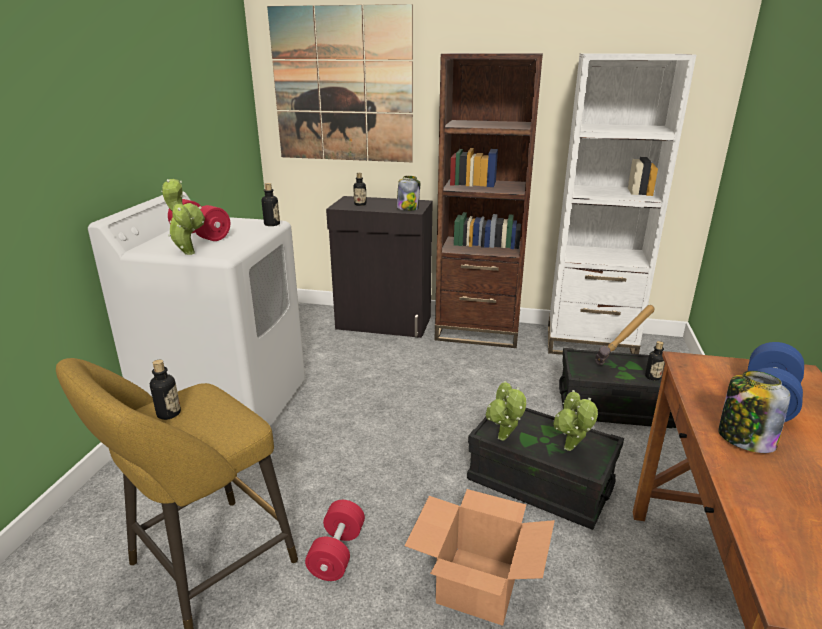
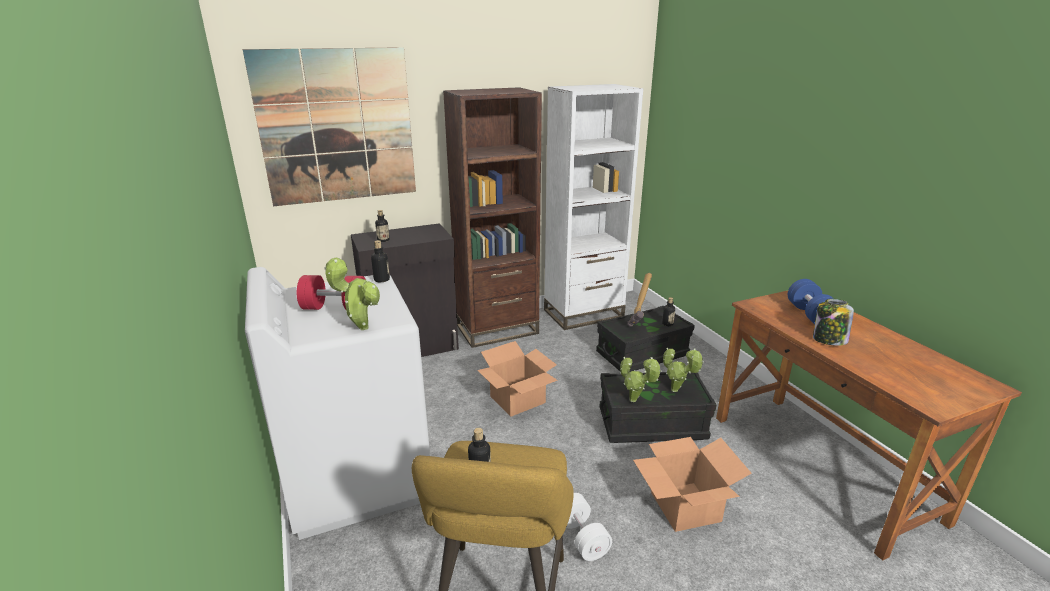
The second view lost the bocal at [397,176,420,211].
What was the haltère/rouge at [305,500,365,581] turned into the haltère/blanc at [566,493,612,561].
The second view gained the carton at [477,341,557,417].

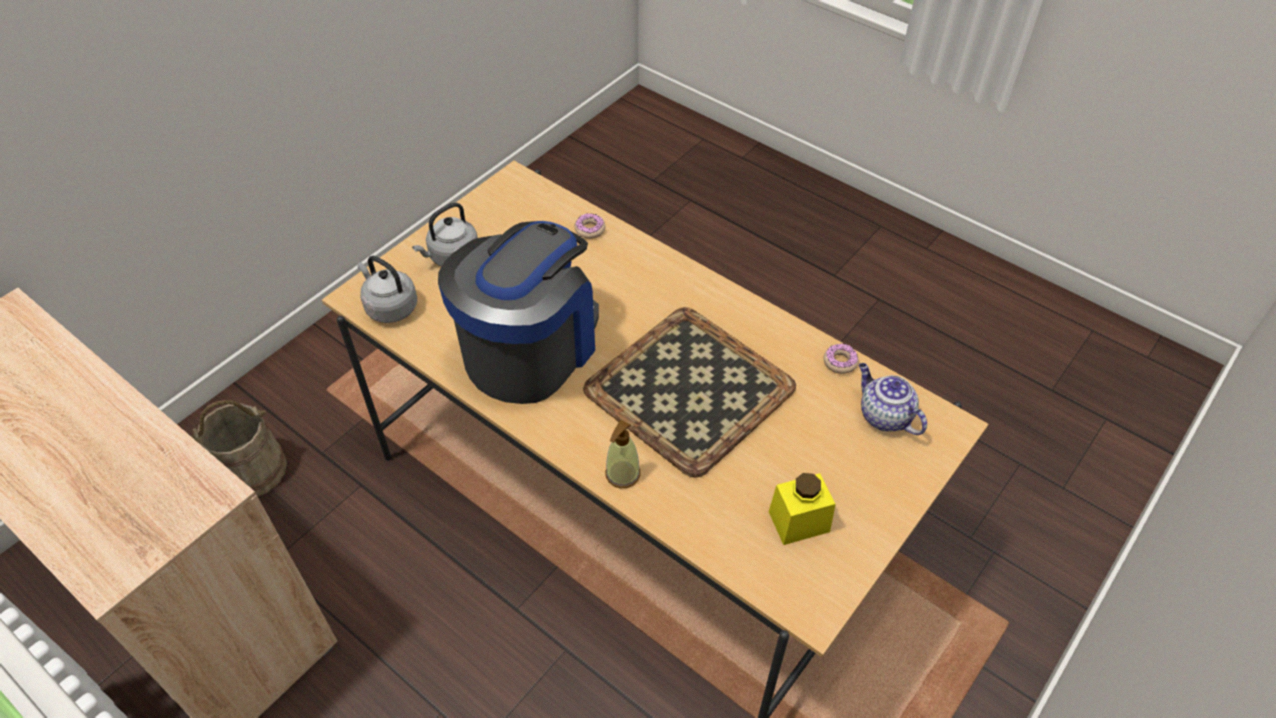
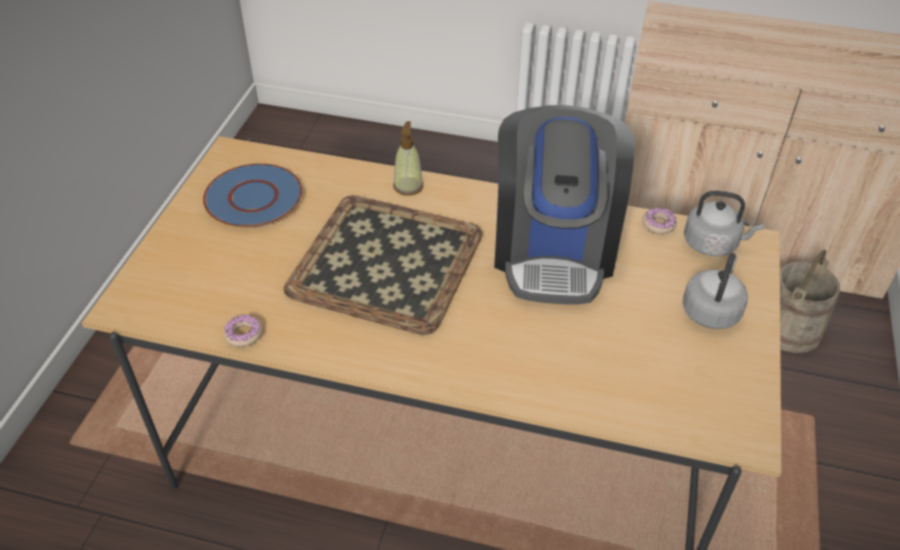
The beignet ended up elsewhere, having gone from [575,213,605,239] to [642,208,677,234].
The second view lost the théière at [859,363,927,435].
Where the bocal/jaune stood at [769,473,835,545], the assiette/bleu came to stand at [203,163,303,228].

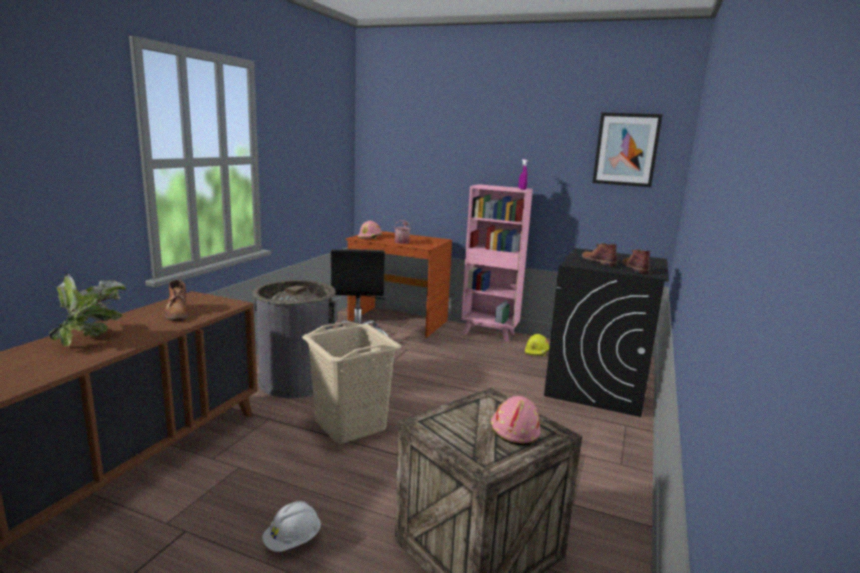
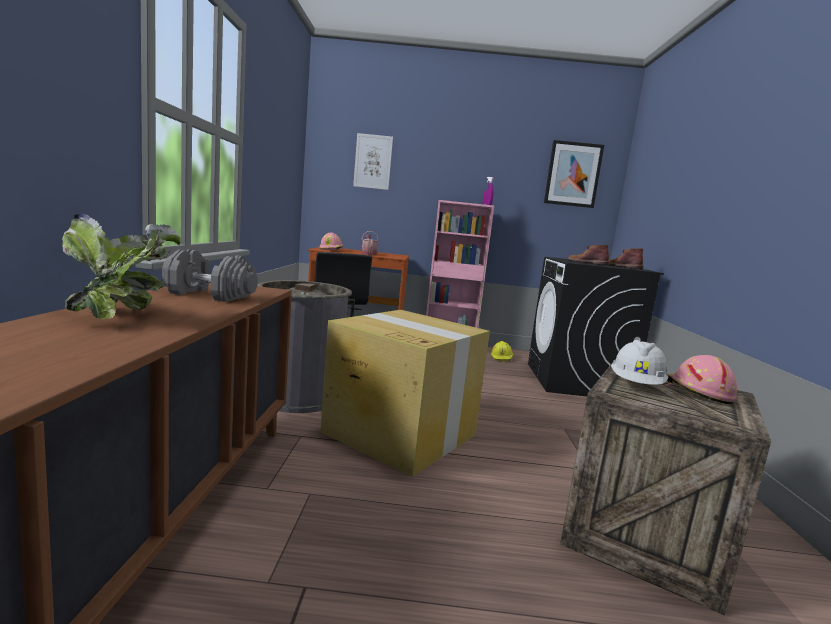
Where the botte/marron stood at [164,280,188,321], the haltère/gris came to stand at [162,249,258,302].
Where the panier à linge/beige stood at [302,321,402,444], the carton came to stand at [320,310,490,477].
The casque de chantier/blanc ended up elsewhere, having gone from [262,501,321,552] to [611,340,669,385].
The second view gained the tableau at [353,133,393,190].

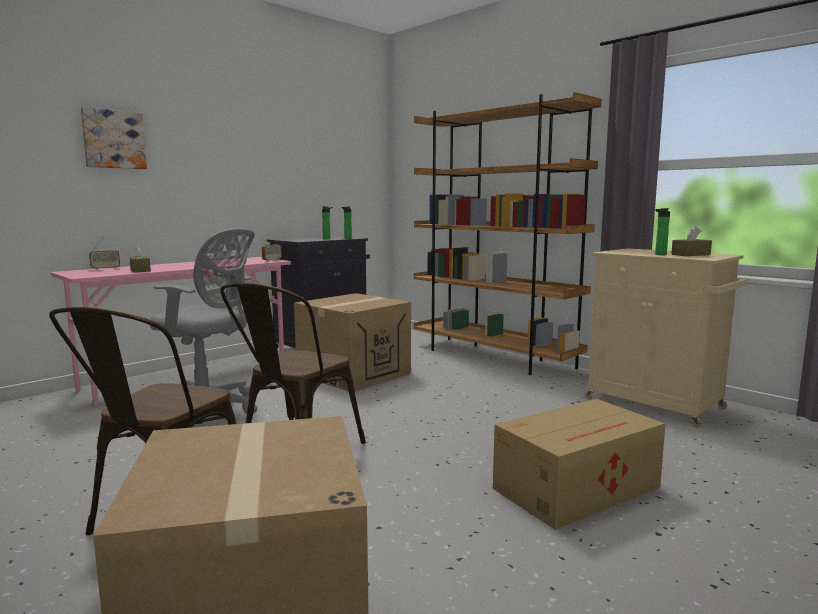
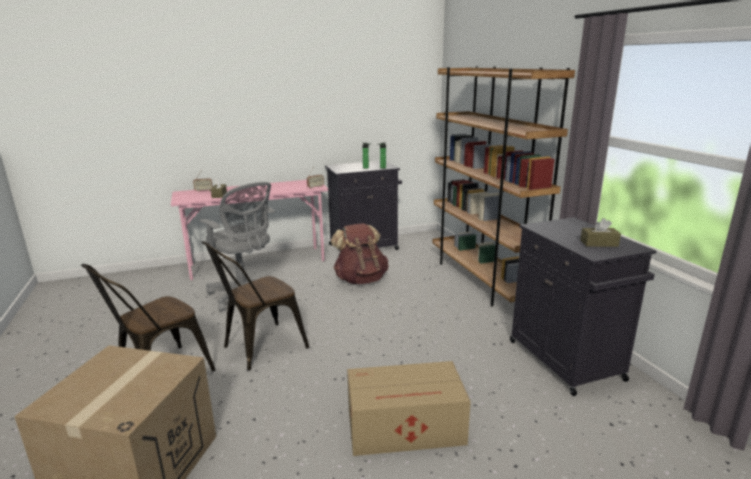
The second view lost the tableau at [81,107,147,169].
The second view lost the bouteille at [655,208,670,255].
What was the meuble de rangement/beige at [585,248,746,428] turned into the meuble de rangement/noir at [510,217,656,396].
Where the carton stood at [294,293,411,392], the sac à dos/marron came to stand at [331,223,388,284].

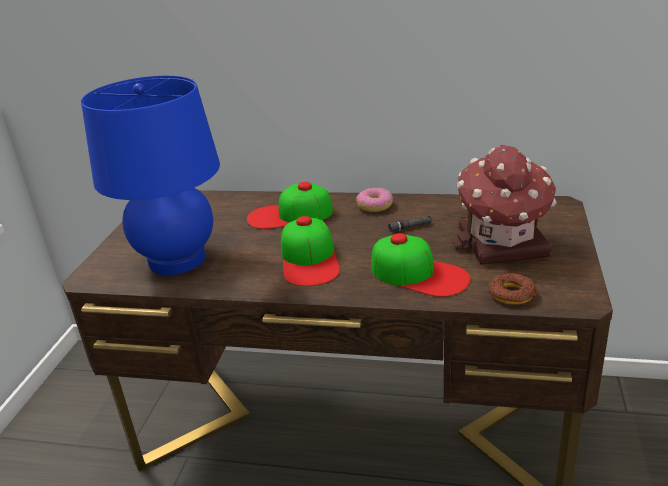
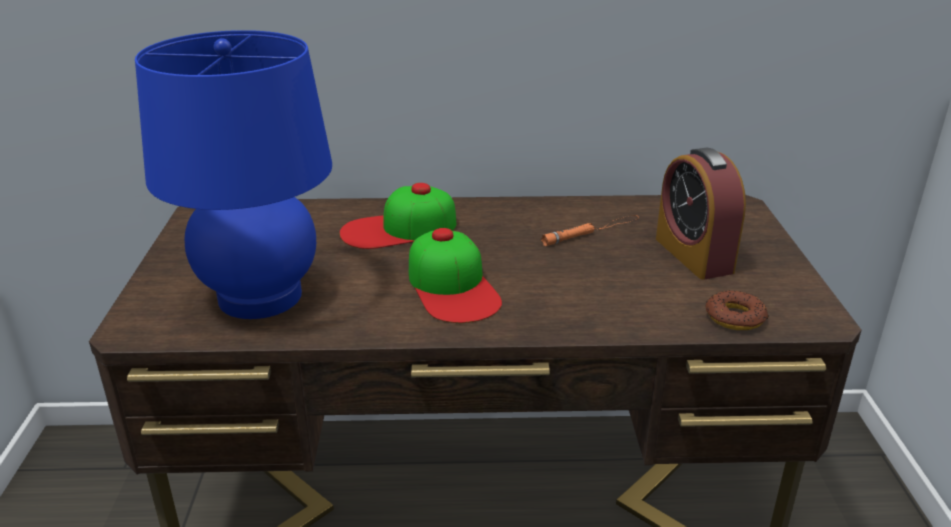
Where the maison miniature stood at [452,145,557,265], the réveil came to stand at [656,148,746,280].
The second view lost the beignet at [356,188,393,212].
What was the lampe de poche/noir at [388,213,465,232] turned into the lampe de poche/orange at [541,215,639,246].
The second view lost the casquette at [371,233,470,297].

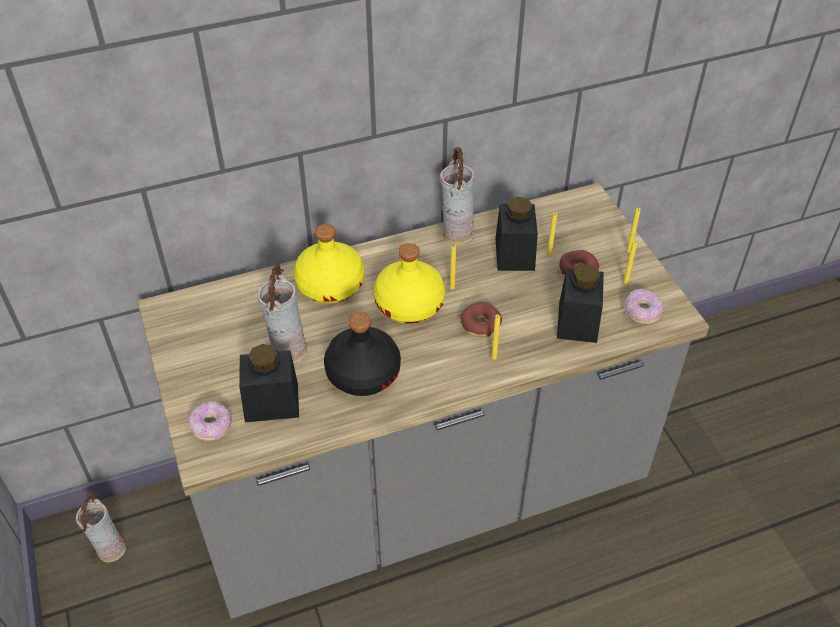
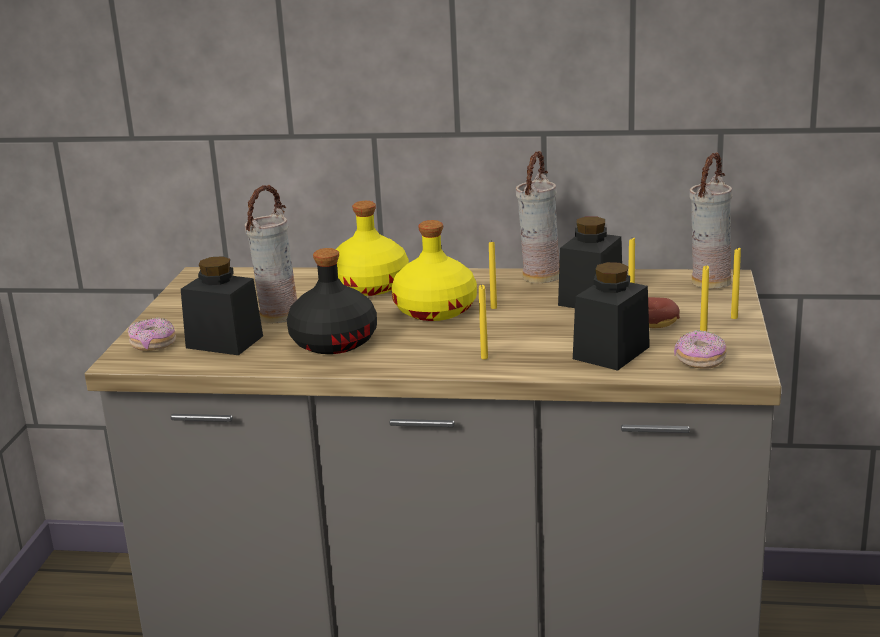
The second view lost the beignet at [460,302,502,337].
The vase ended up elsewhere, having gone from [76,492,126,562] to [689,153,732,289].

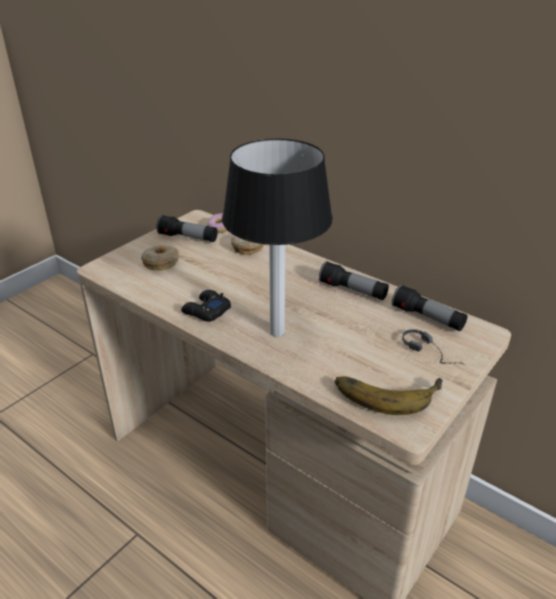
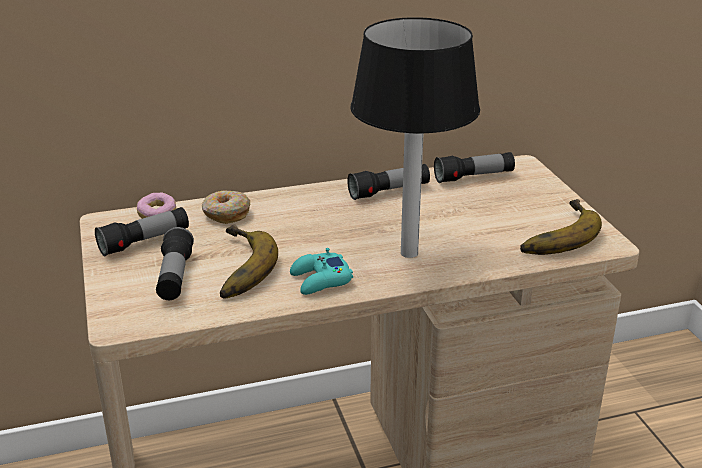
Where the beignet stood at [141,245,179,270], the lampe de poche came to stand at [156,227,194,300].
What was the manette/noir at [181,290,231,322] turned into the manette/turquoise at [290,248,353,295].
The second view lost the casque audio at [402,329,465,365].
The second view gained the banane at [220,225,278,299].

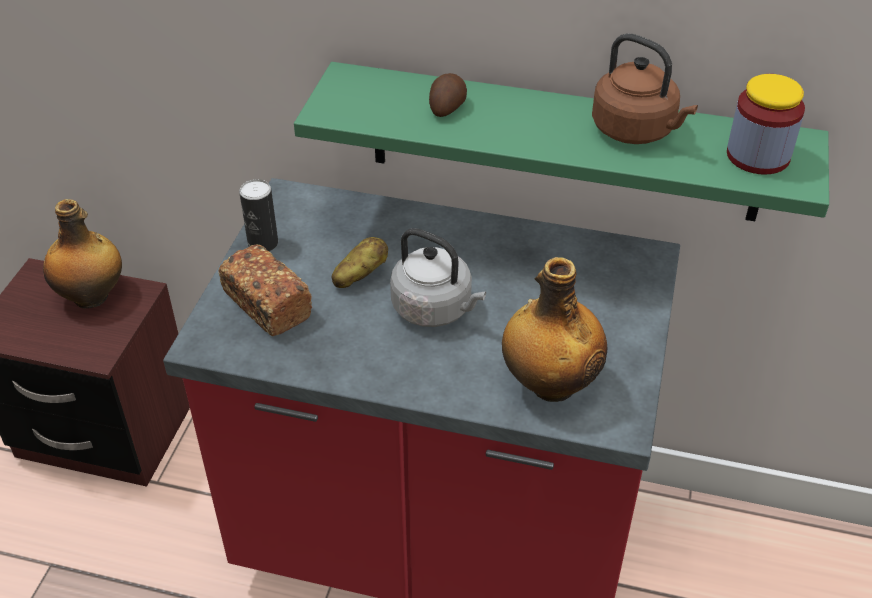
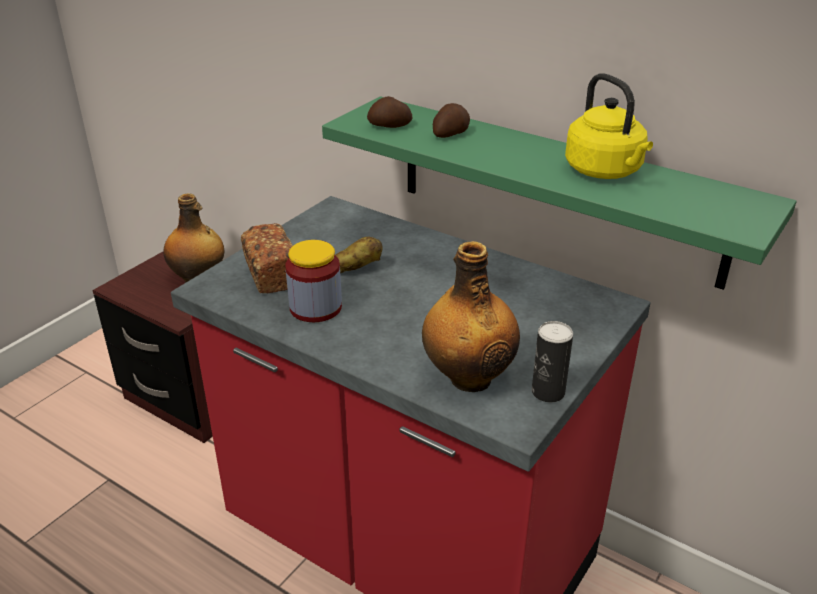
What was the bouilloire/marron at [592,33,698,144] turned into the bouilloire/jaune at [565,73,653,179].
The bocal ended up elsewhere, having gone from [727,74,805,175] to [285,240,342,322].
The boîte métallique ended up elsewhere, having gone from [239,179,278,251] to [532,321,573,402].
The second view lost the bouilloire/gris at [390,228,486,327].
The second view gained the pomme de terre at [367,96,412,128].

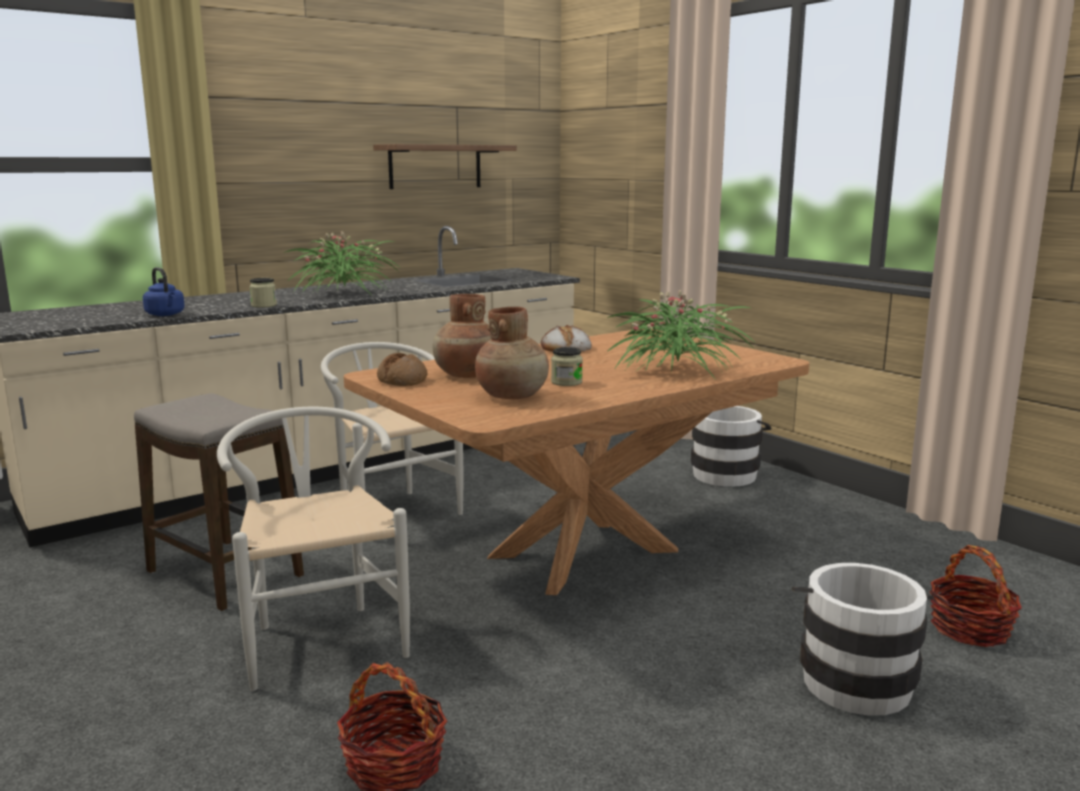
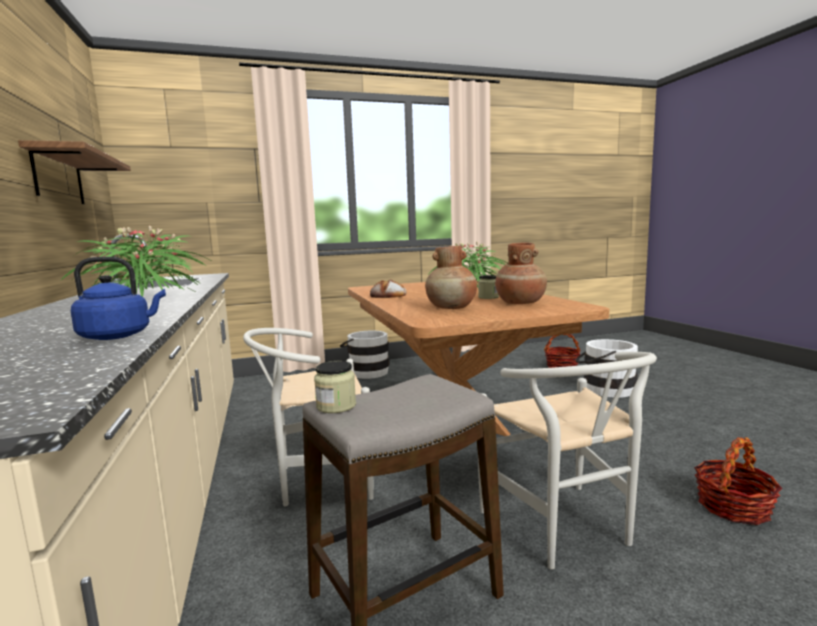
The bocal ended up elsewhere, having gone from [249,278,277,308] to [314,361,356,413].
The second view lost the pain at [377,353,428,386].
The chaise/blanc at [217,407,410,691] ended up facing another way, 105 degrees counterclockwise from before.

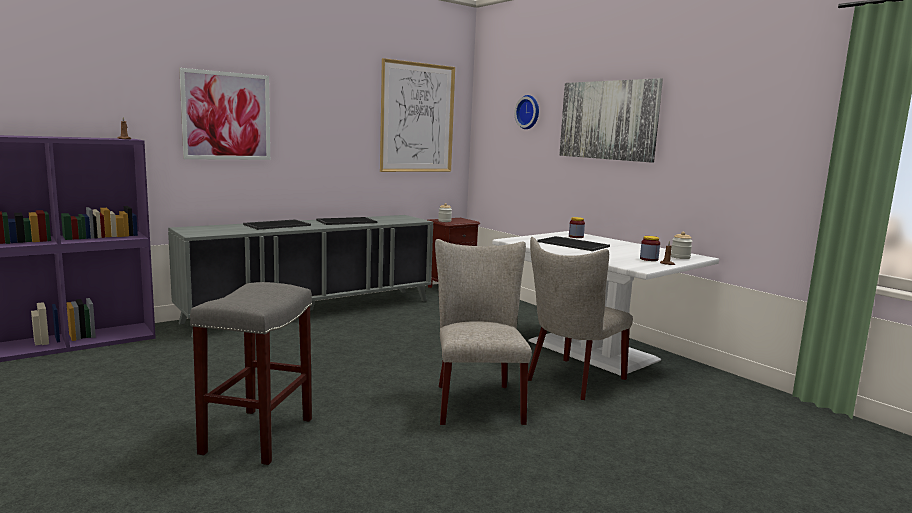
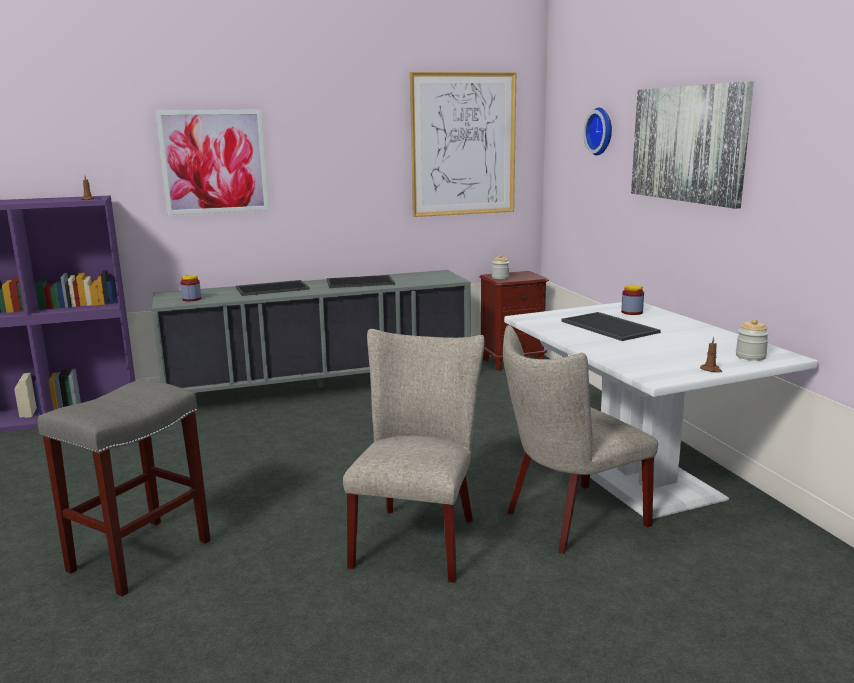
The bocal ended up elsewhere, having gone from [640,236,660,261] to [180,275,201,301].

